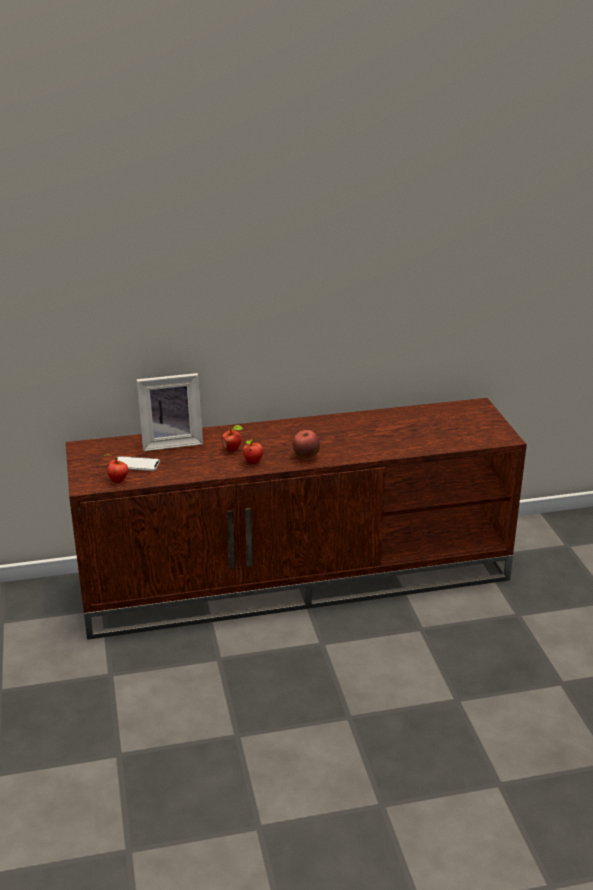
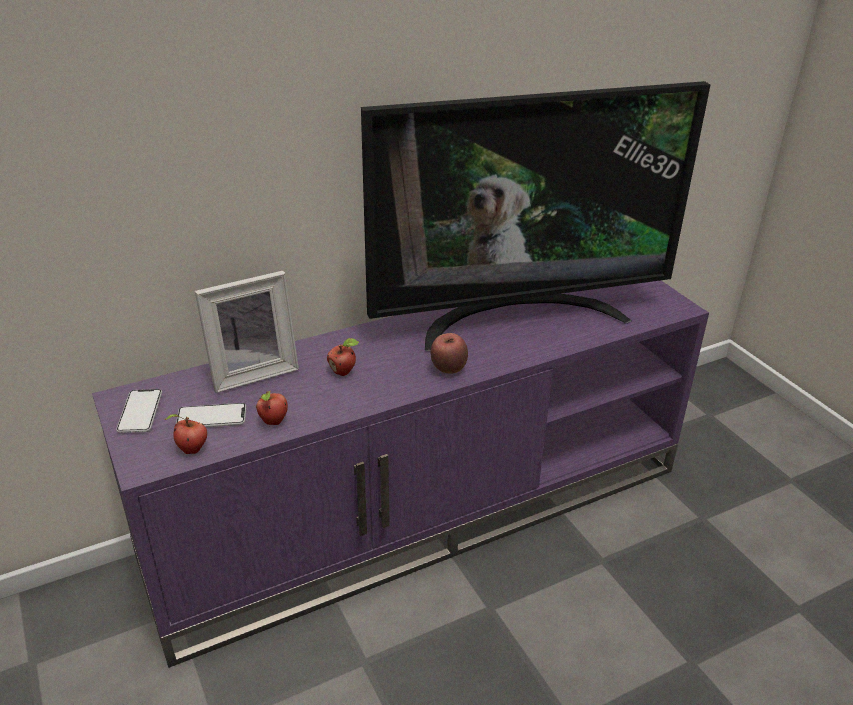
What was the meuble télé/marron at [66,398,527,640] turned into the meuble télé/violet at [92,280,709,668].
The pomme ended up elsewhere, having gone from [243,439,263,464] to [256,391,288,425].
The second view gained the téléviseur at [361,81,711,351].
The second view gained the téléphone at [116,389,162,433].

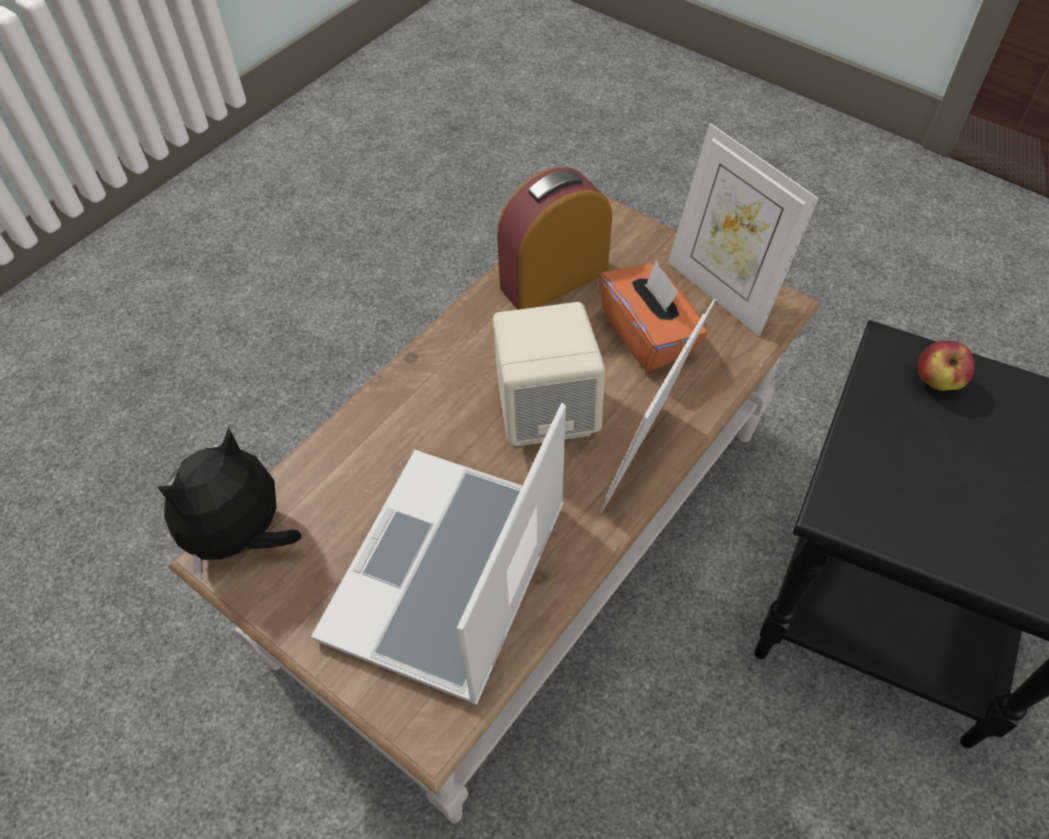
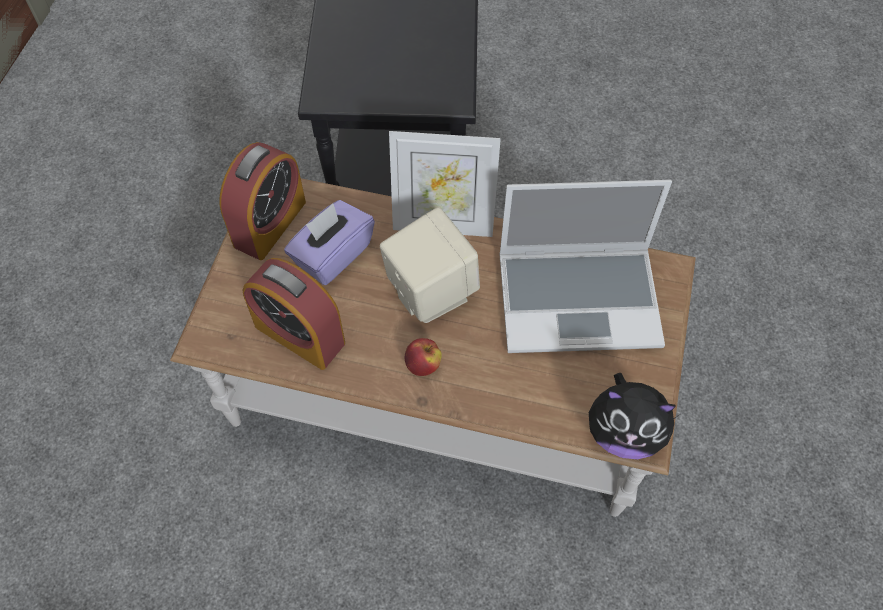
Where the cadre photo stood at [668,123,819,336], the réveil came to stand at [219,142,306,260].
What was the boîte à mouchoirs/orange at [599,260,708,372] turned into the boîte à mouchoirs/violet at [284,200,375,285].
The pomme ended up elsewhere, having gone from [918,341,975,391] to [405,338,442,376].

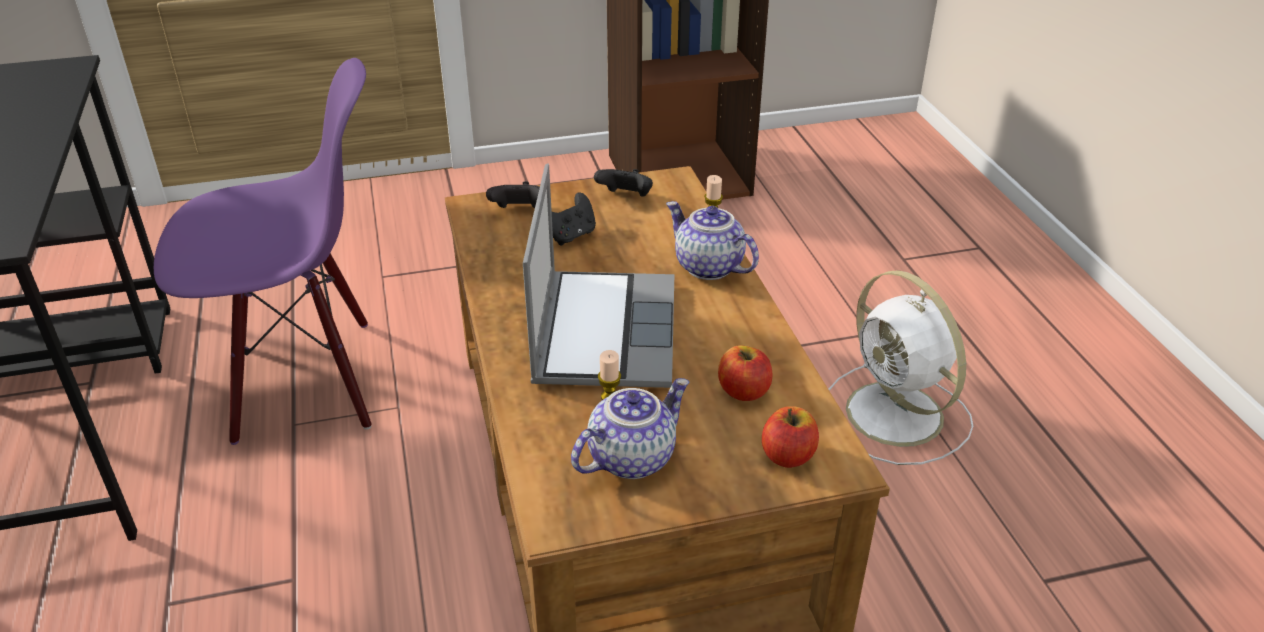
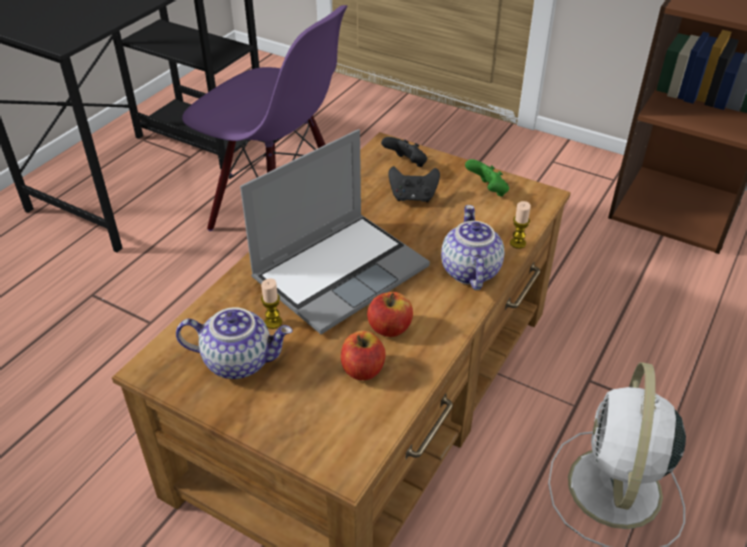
What was the manette/noir at [594,169,653,196] turned into the manette/vert at [465,159,509,197].
The pomme ended up elsewhere, having gone from [762,406,819,468] to [367,292,413,337].

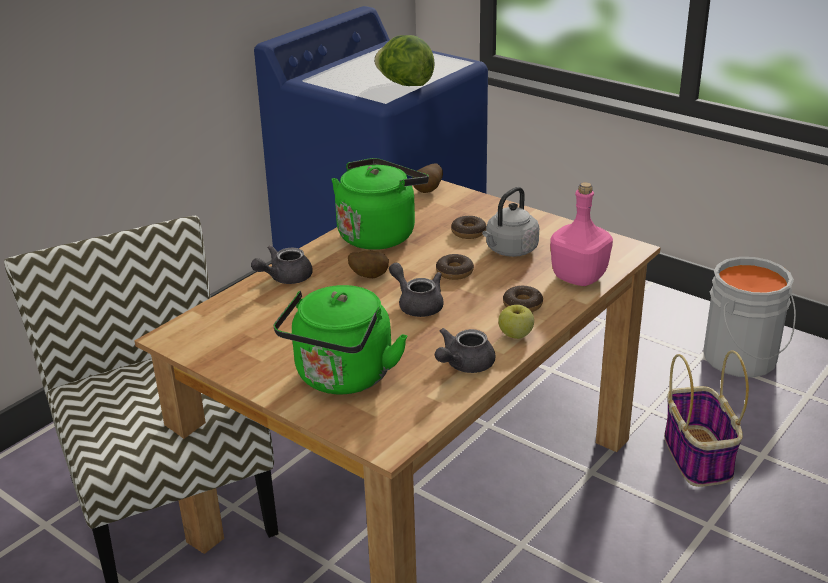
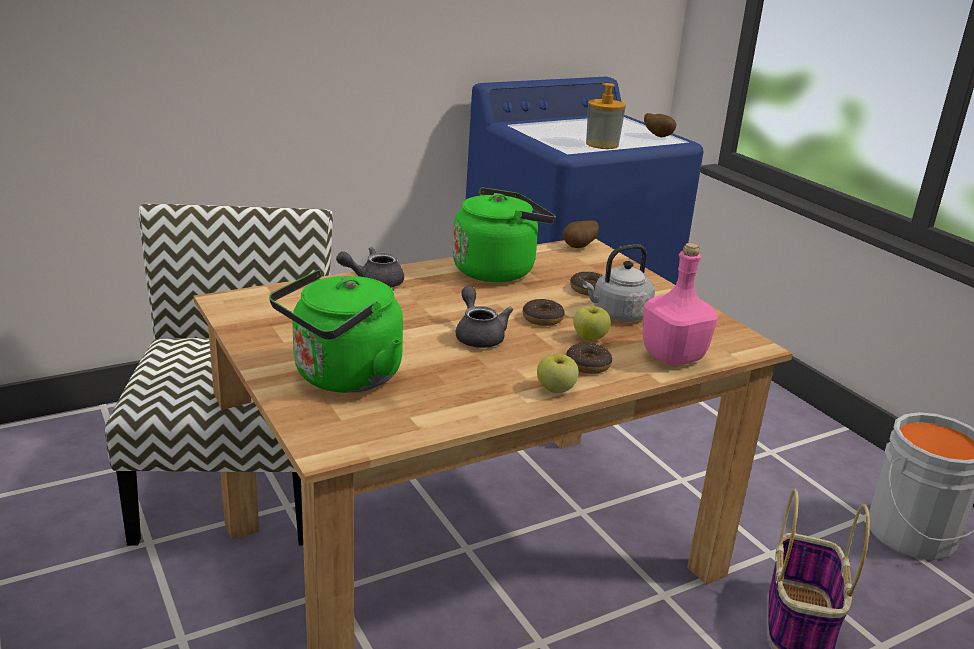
Where the laitue stood at [374,35,435,86], the distributeur de savon came to stand at [586,83,626,149].
The pomme de terre ended up elsewhere, having gone from [348,250,389,278] to [644,113,677,137].
The second view lost the théière/gris at [435,328,495,373].
The second view gained the pomme at [573,306,611,340].

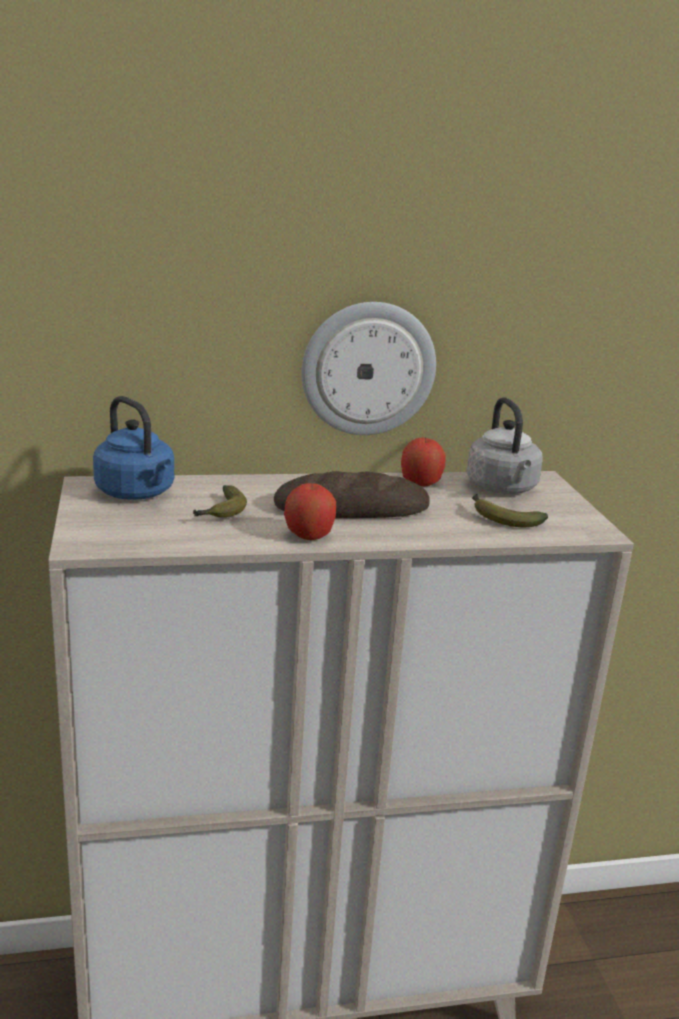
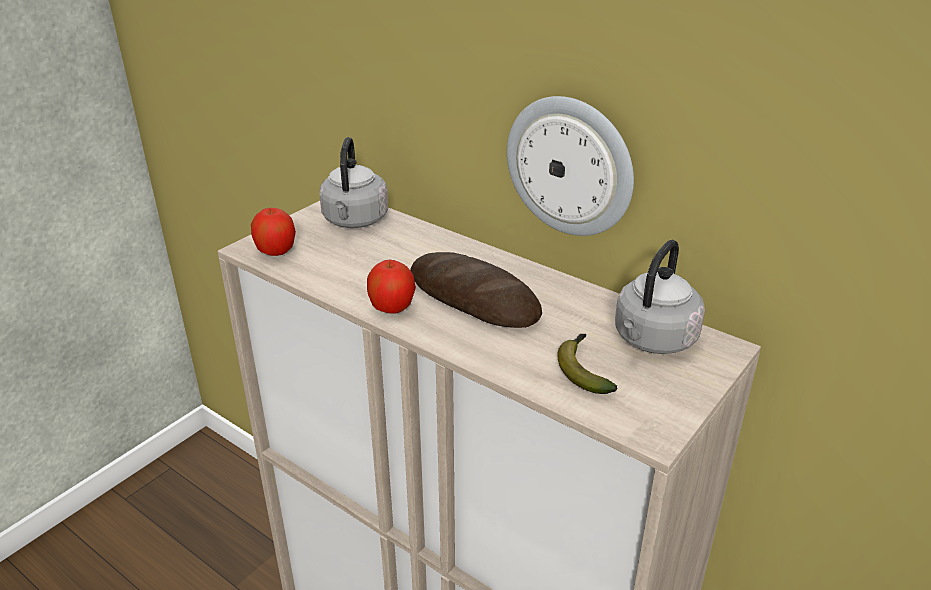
What was the bouilloire/bleu at [93,396,174,500] turned into the bouilloire/gris at [319,137,388,228].
The pomme ended up elsewhere, having gone from [401,437,446,486] to [251,208,296,256].
The second view lost the banane at [193,485,247,517].

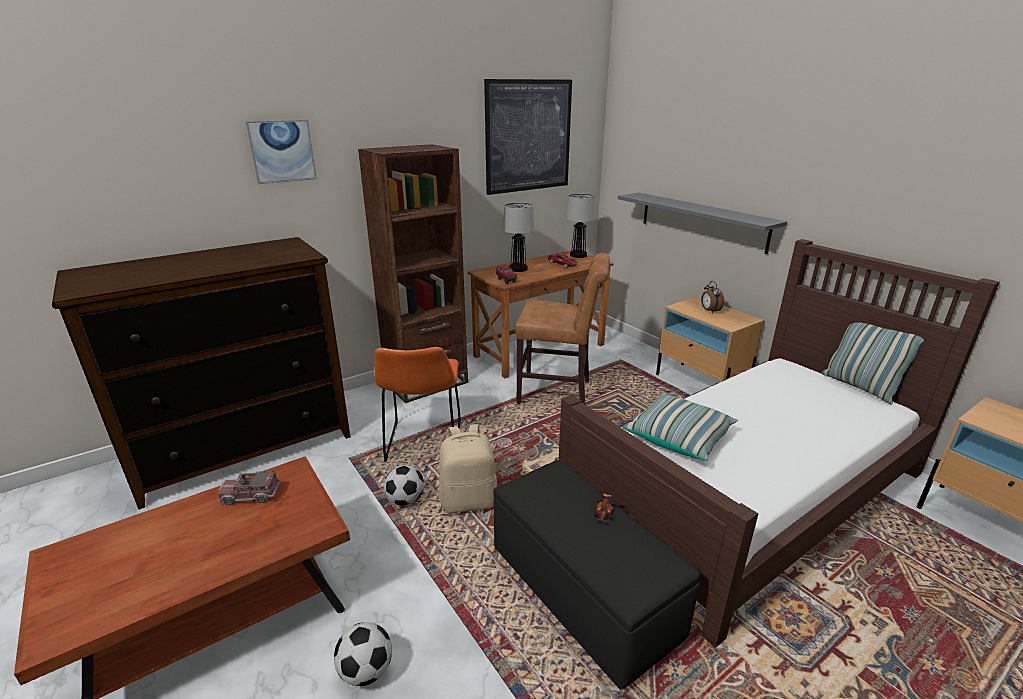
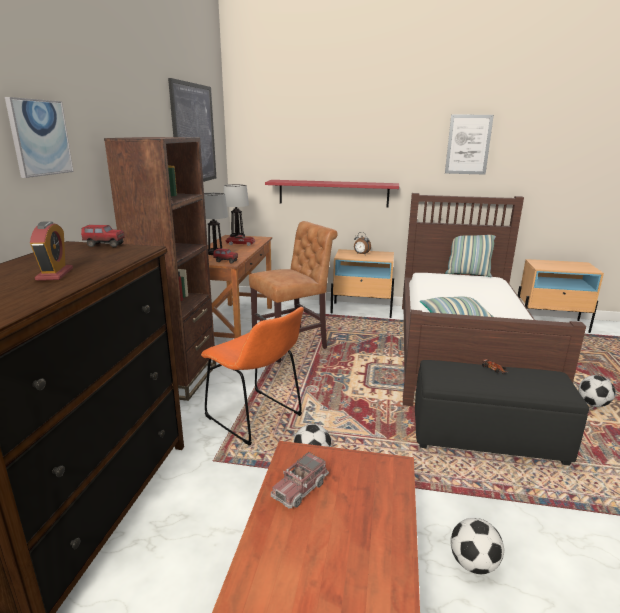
What was the étagère/gris at [618,193,787,254] turned into the étagère/rouge at [265,180,399,207].
The second view lost the sac à dos/beige at [439,424,497,513].
The second view gained the tableau at [445,115,494,175].
The second view gained the réveil at [30,221,73,281].
The second view gained the camion jouet at [81,225,125,247].
The second view gained the ballon de foot at [579,375,615,407].

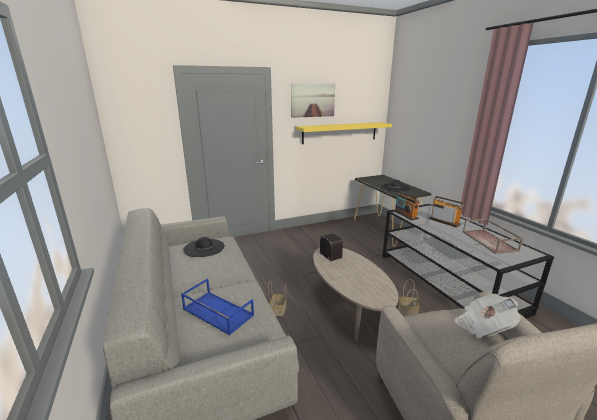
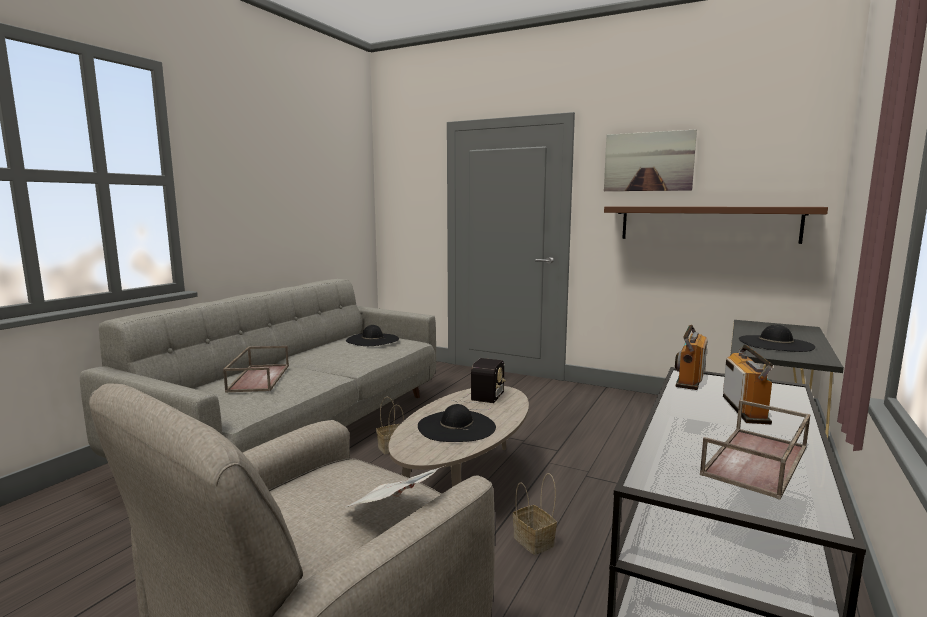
What was the étagère/jaune at [296,122,392,144] turned into the étagère/marron at [604,206,828,244].
What was the plateau/bleu at [181,279,254,335] turned into the plateau/marron at [223,346,289,393].
The second view gained the chapeau/noir at [418,404,496,442].

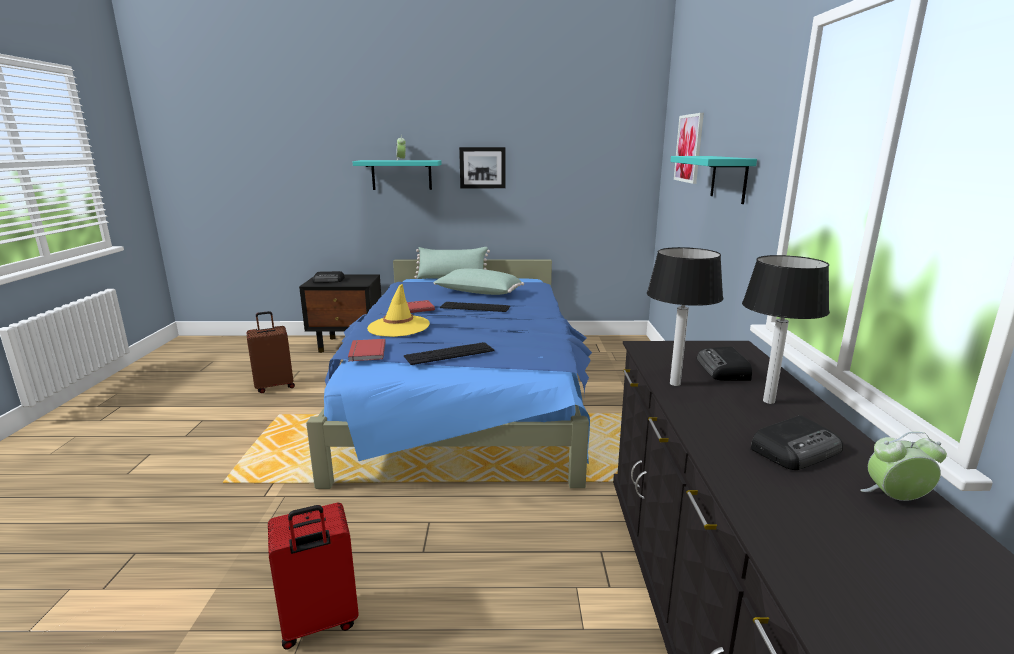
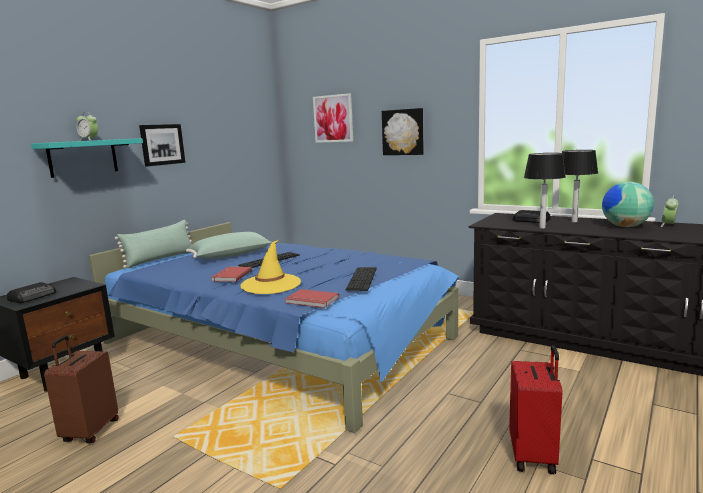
Where the étagère/turquoise hung at [670,156,757,204], the tableau came to hang at [382,108,424,155].
Where the radio stood at [751,415,843,470], the globe came to stand at [602,182,654,227].

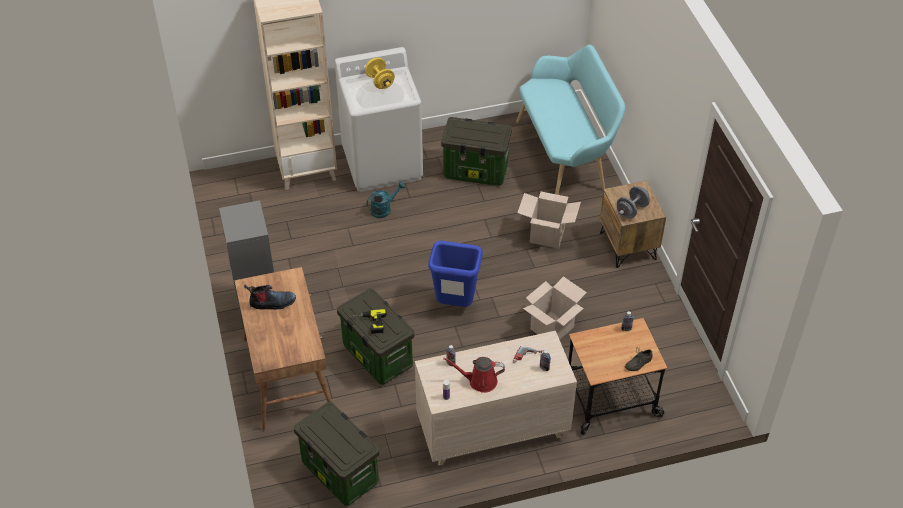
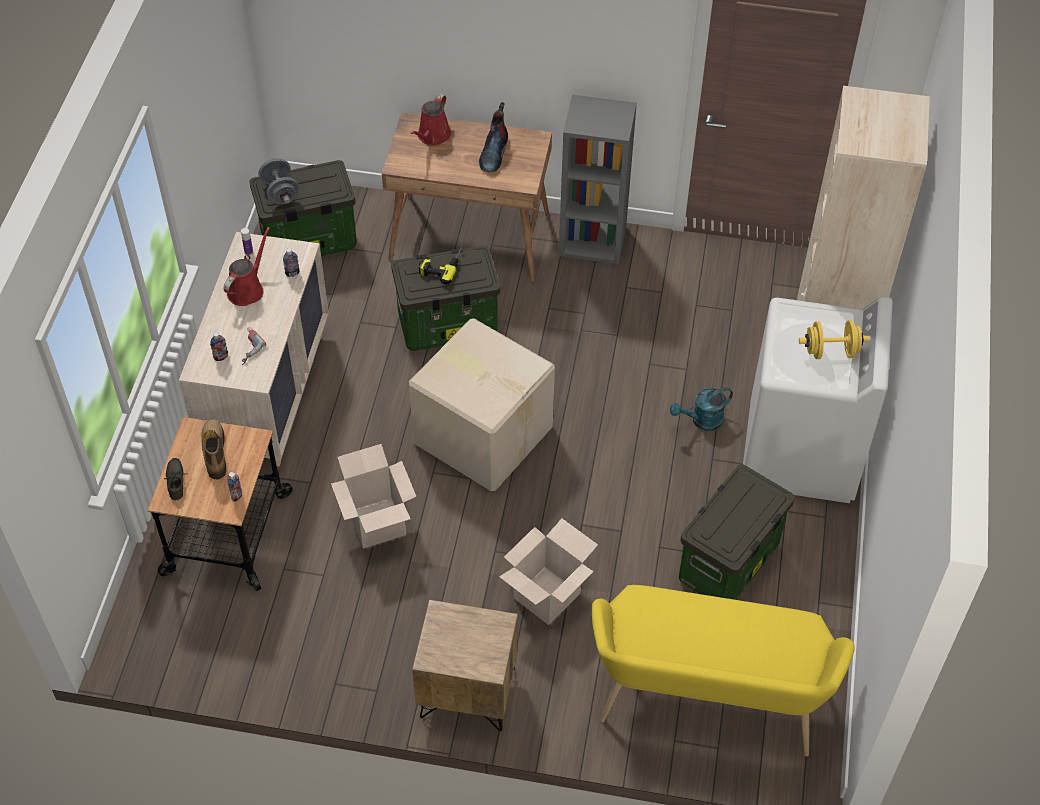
What was the banc/turquoise at [516,45,625,195] turned into the banc/jaune at [591,585,855,756].
The arrosoir/turquoise at [366,181,405,218] ended up facing another way, 75 degrees clockwise from before.
The haltère/gris ended up elsewhere, having gone from [617,186,650,218] to [258,158,299,204].
Where the poubelle/bleu stood at [428,241,483,307], the carton came to stand at [409,318,555,491].
The second view gained the arrosoir/rouge at [411,94,451,146].
The second view gained the botte at [201,419,226,480].

